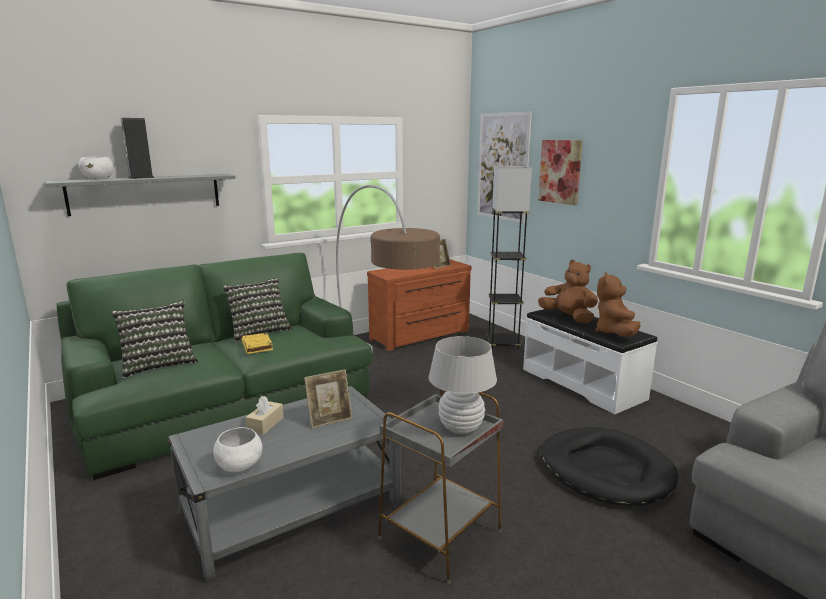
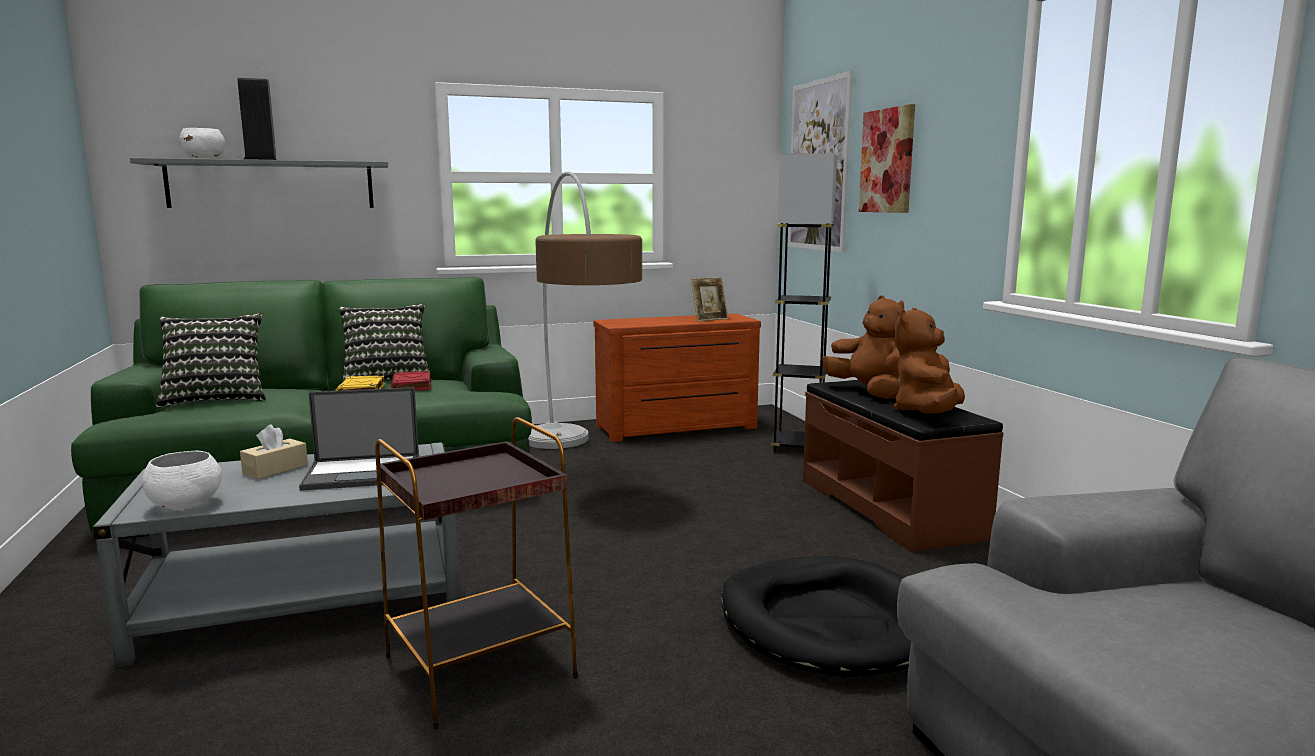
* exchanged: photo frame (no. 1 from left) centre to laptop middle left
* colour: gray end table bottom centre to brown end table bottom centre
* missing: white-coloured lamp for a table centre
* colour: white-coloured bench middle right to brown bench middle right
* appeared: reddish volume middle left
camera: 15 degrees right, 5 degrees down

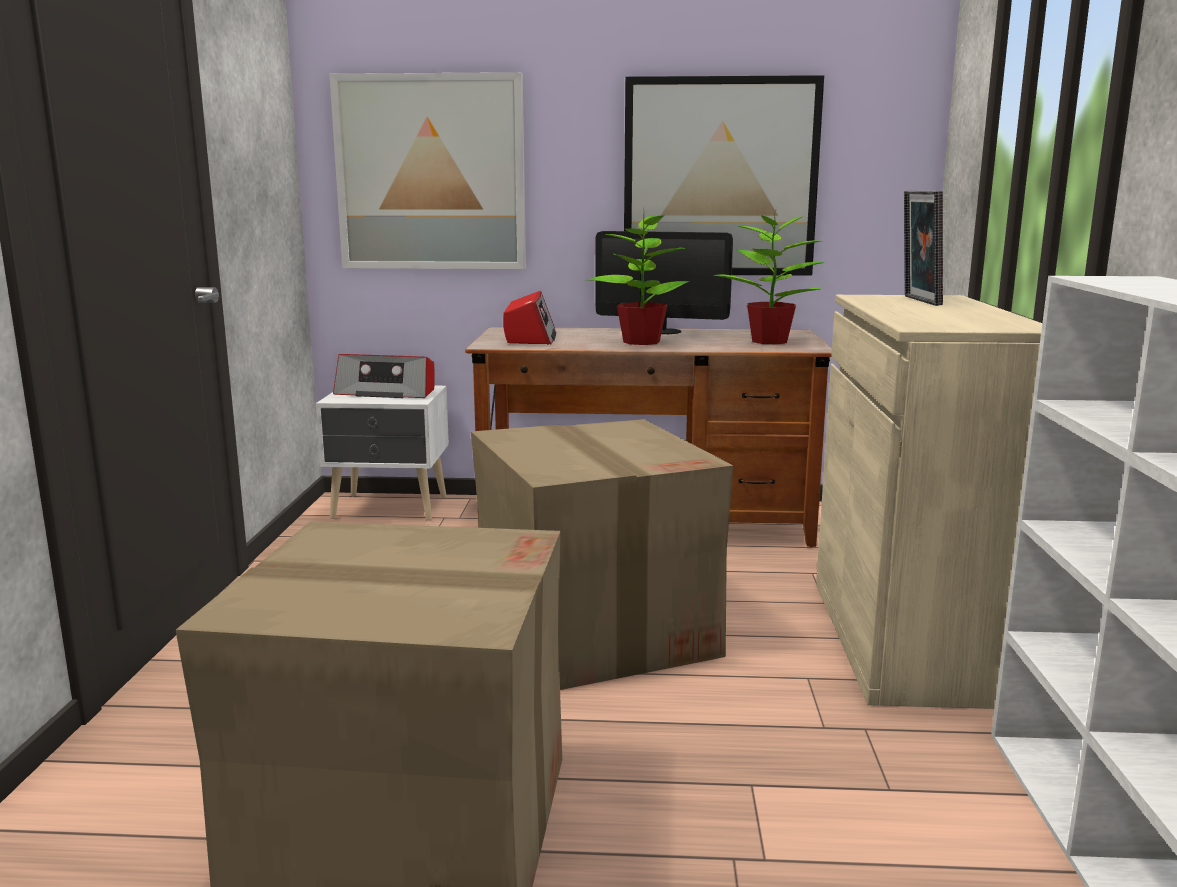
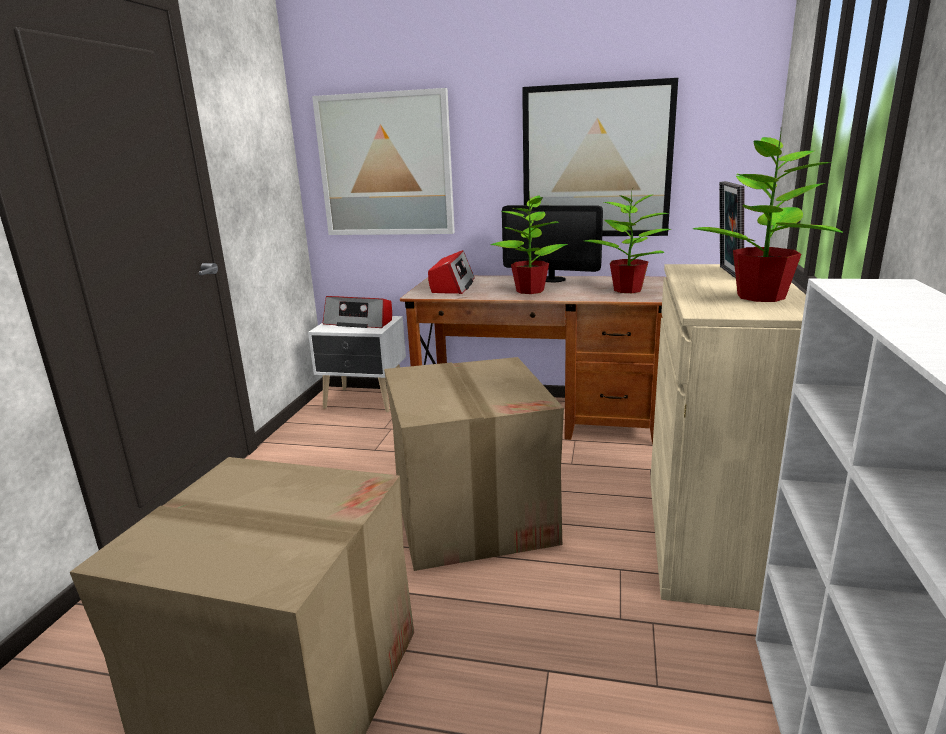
* appeared: plant in a pot (no. 3 from left) top right
camera: 10 degrees right, 5 degrees up

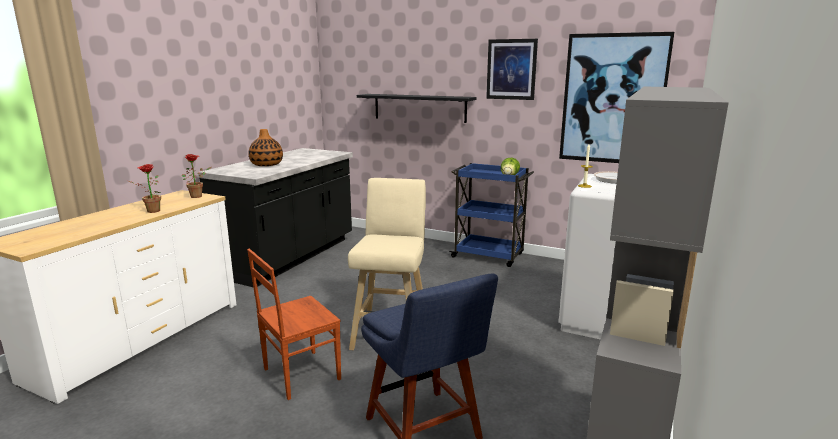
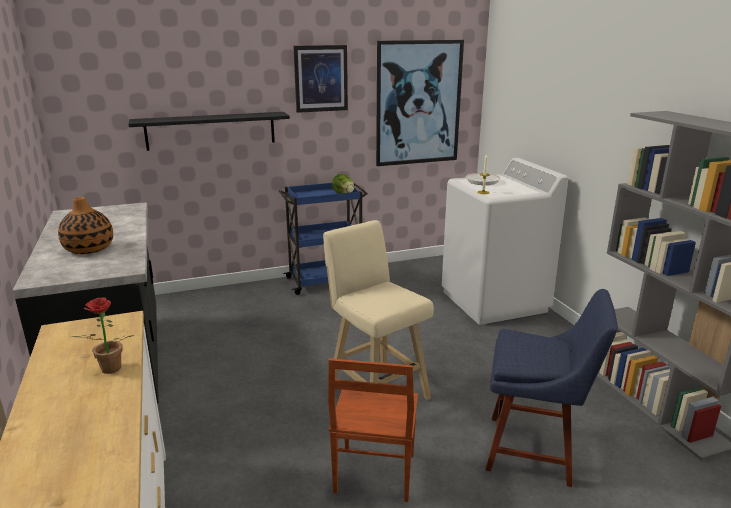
* missing: plant in a pot (no. 2 from left) middle left
camera: 45 degrees left, 5 degrees up

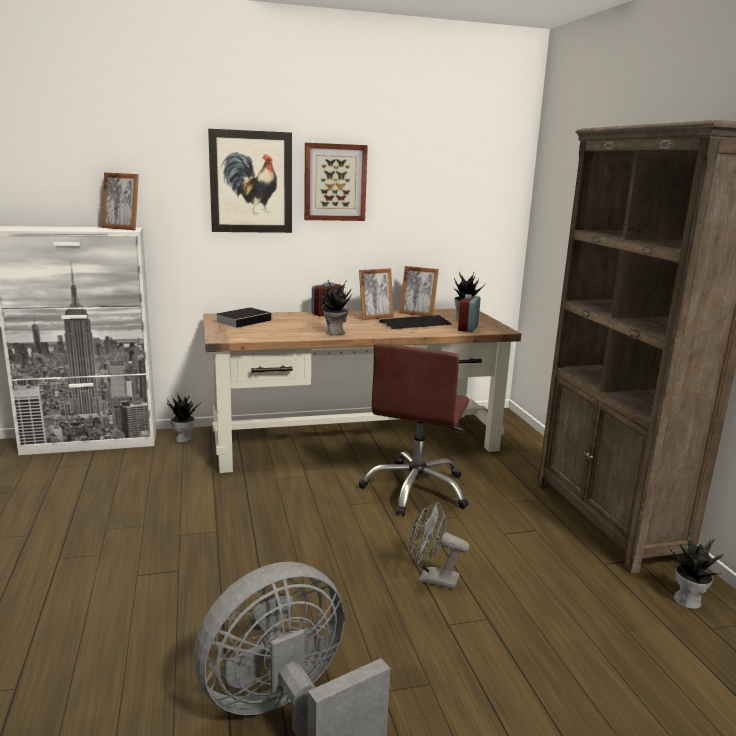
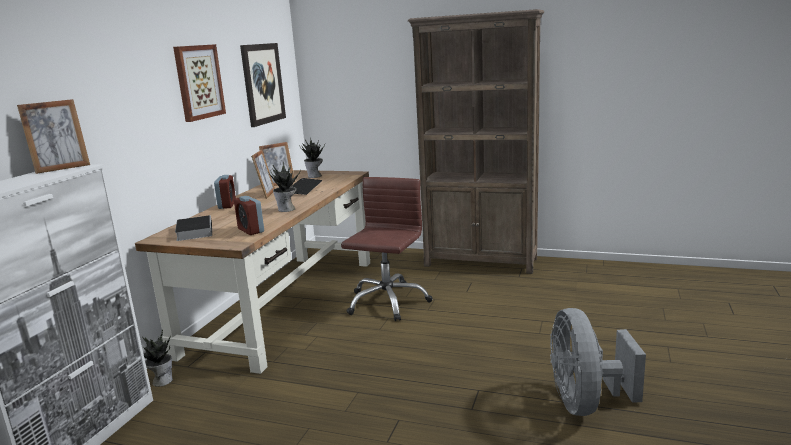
* relocated: wall art (no. 1 from left in the first image) top centre to wall art (no. 2 from left) top left
* spun: brown office chair centre = centre 120 degrees counterclockwise
* missing: gray cooling fan (no. 2 from left) bottom centre
* relocated: alarm clock (no. 2 from left) centre to middle left
* missing: plant in a pot (no. 4 from left) bottom right
camera: 55 degrees left, 0 degrees up

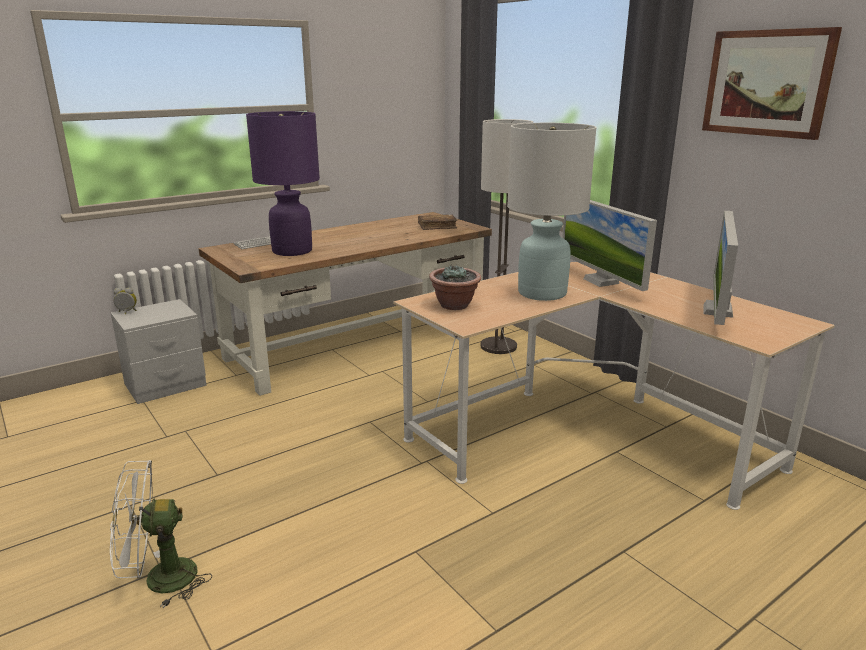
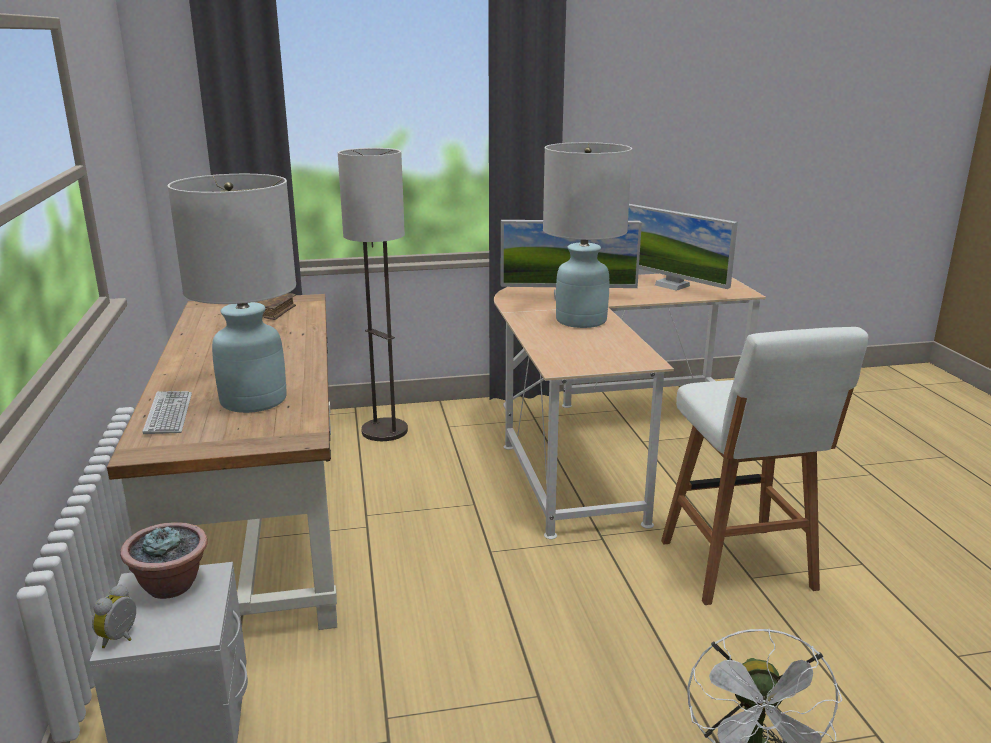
* colour: purplish lamp for a table top left to white-coloured lamp for a table (no. 1 from left) middle left
* relocated: plant in a pot centre to bottom left
* missing: wall art top right
* appeared: white-coloured stool seat middle right
camera: 65 degrees left, 0 degrees up

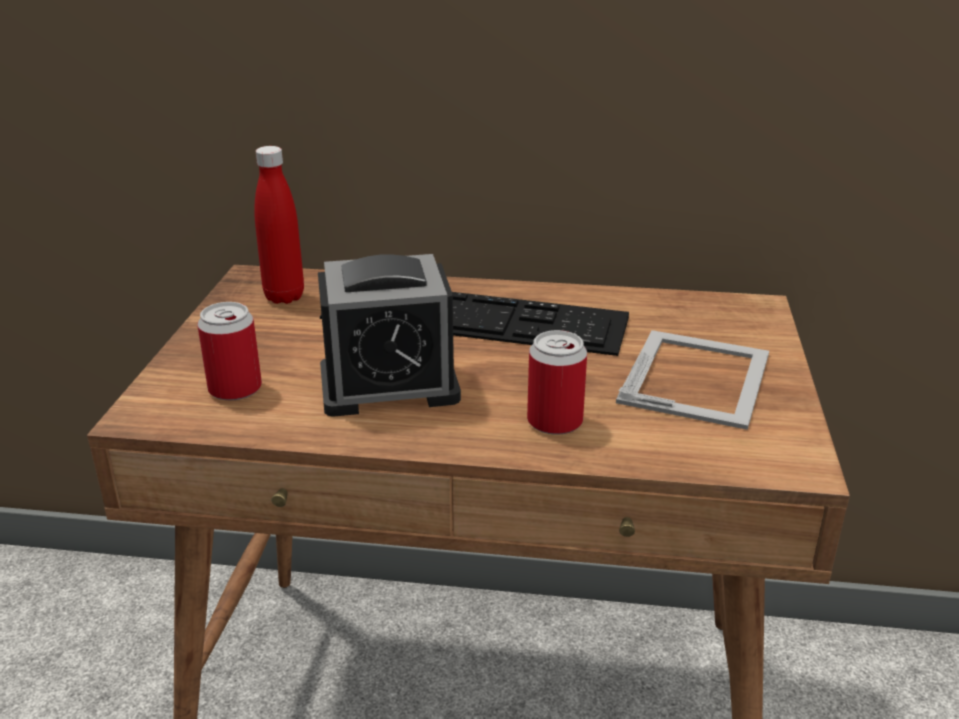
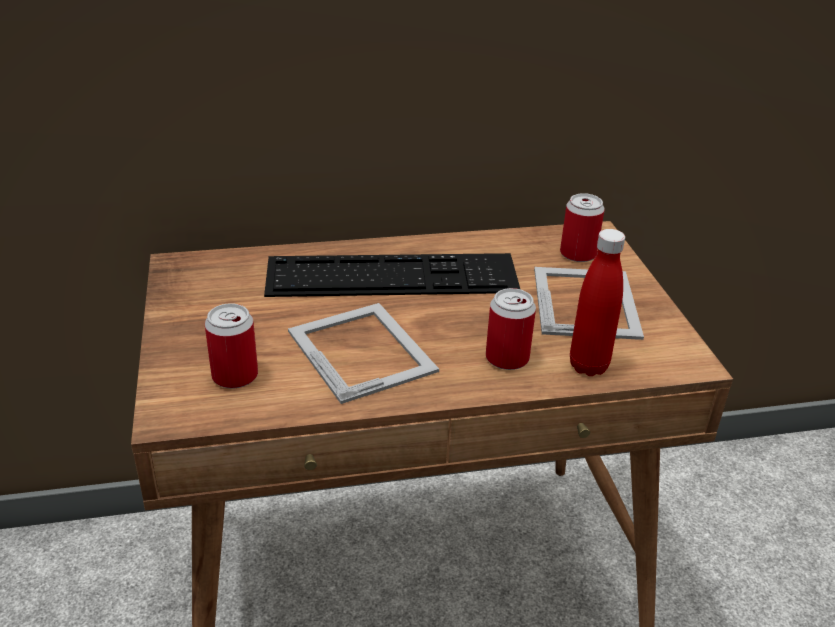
* relocated: reddish beverage bottle top left to middle right
* exchanged: alarm clock centre to photo frame (no. 1 from left) centre
* appeared: metal can (no. 3 from left) middle right
camera: 20 degrees left, 5 degrees up

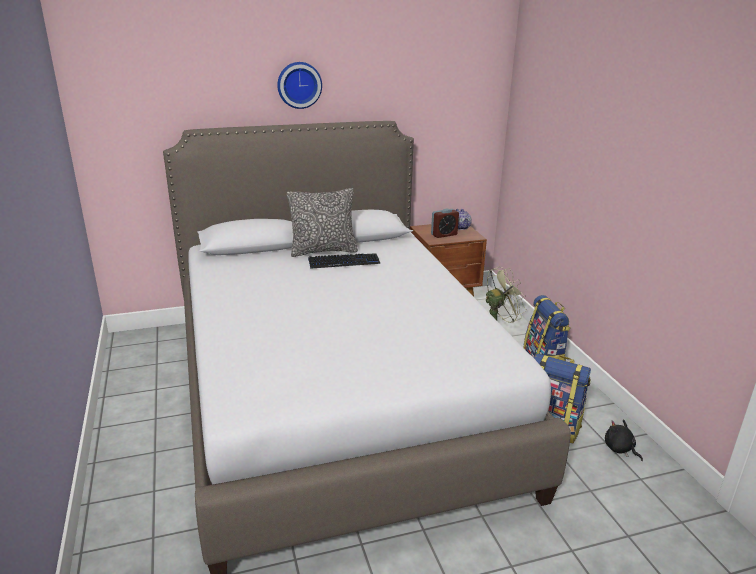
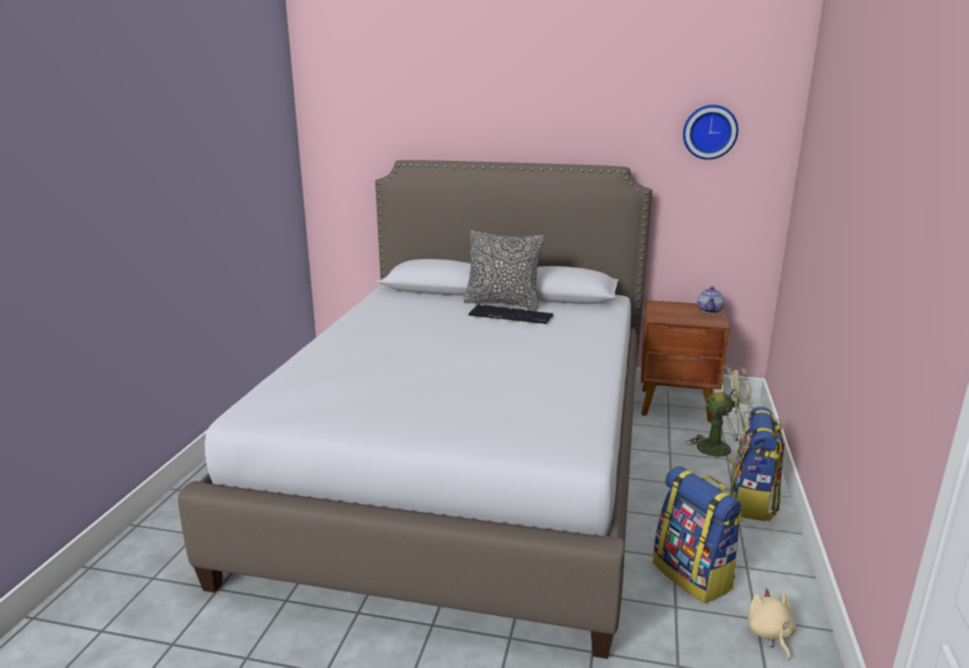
* relocated: wall clock top centre to top right
* missing: alarm clock centre
* colour: blackish plush toy bottom right to beige-coloured plush toy bottom right
camera: 30 degrees right, 5 degrees down

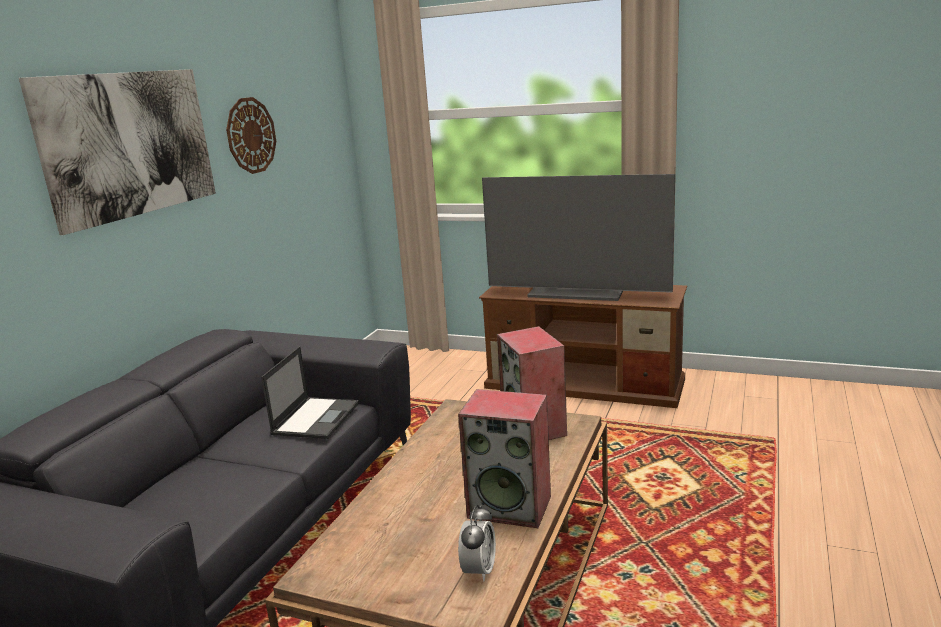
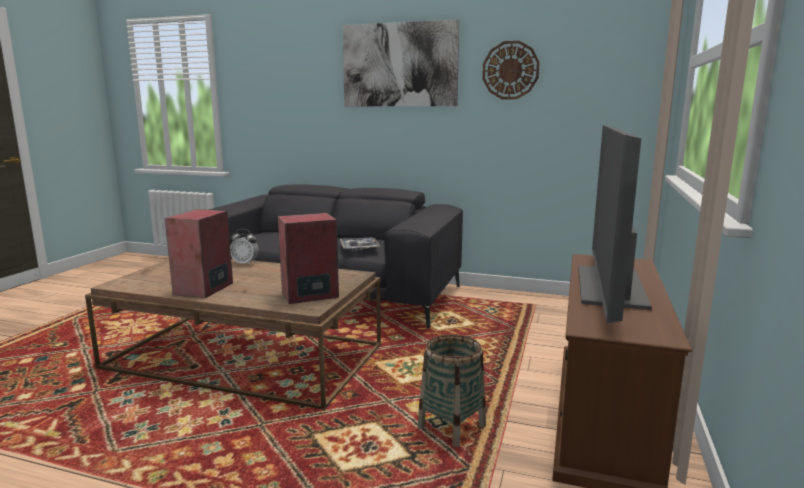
* exchanged: laptop middle left to carrying tray centre
* relocated: alarm clock bottom centre to middle left
* appeared: household basket bottom centre
camera: 85 degrees right, 5 degrees down

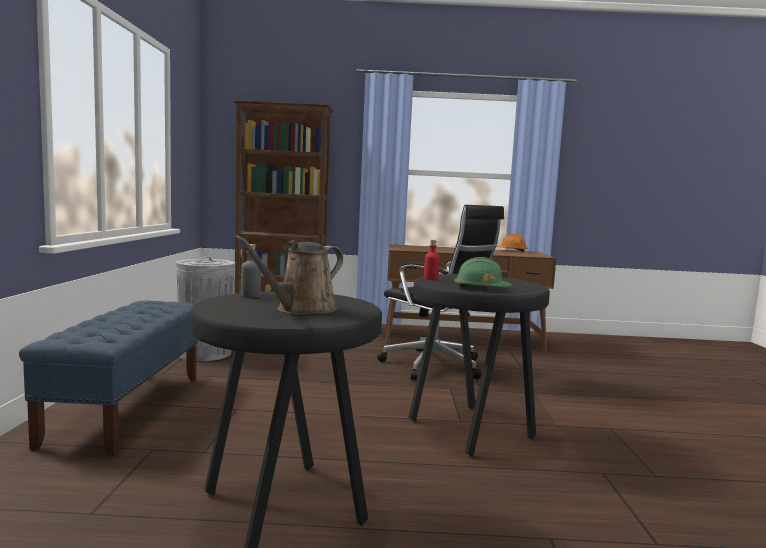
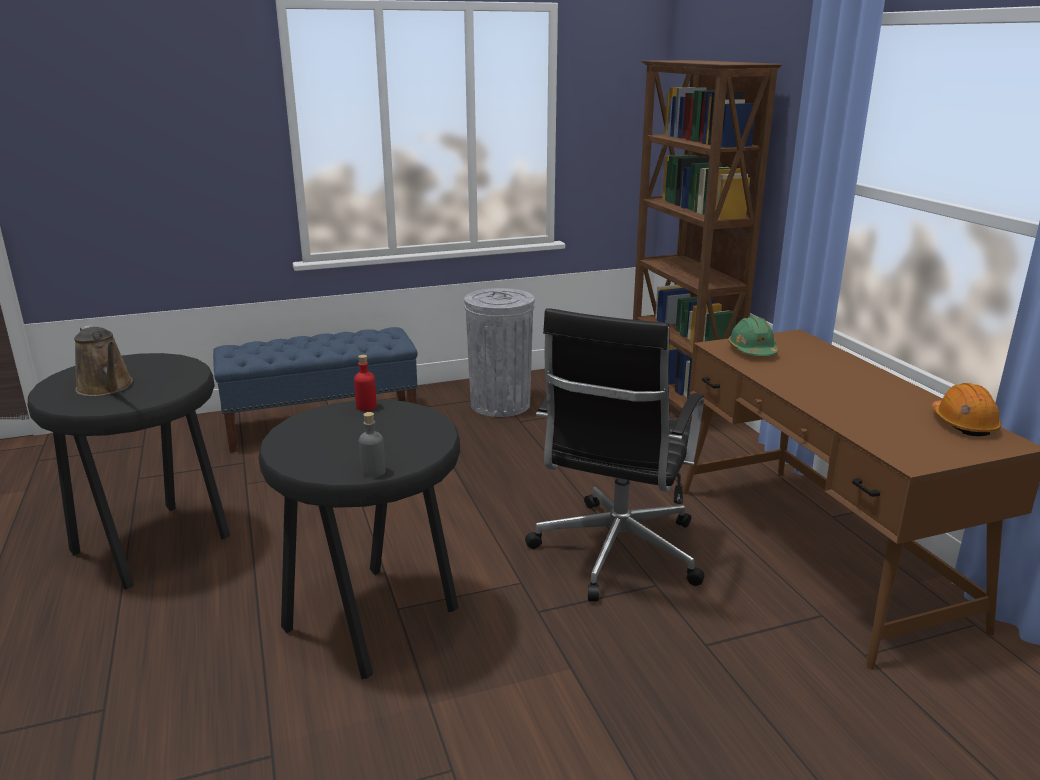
* spun: brown watering pot centre = middle left 150 degrees counterclockwise
* relocated: gray beverage bottle middle left to centre
* relocated: green work helmet centre to middle right
camera: 70 degrees right, 15 degrees up

